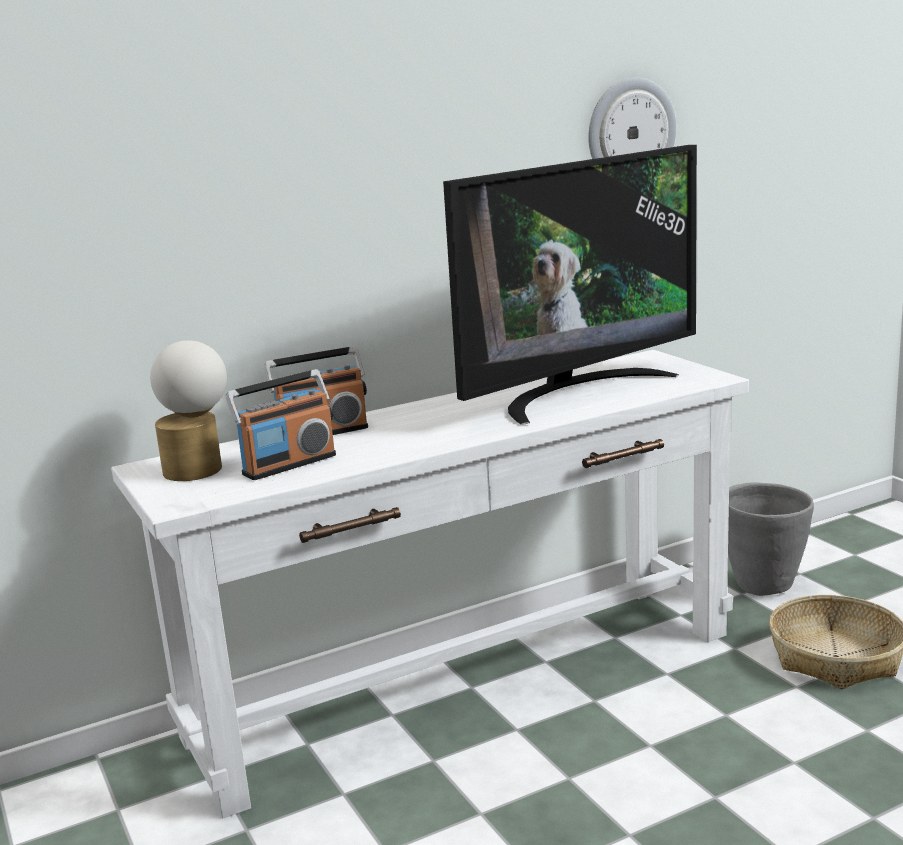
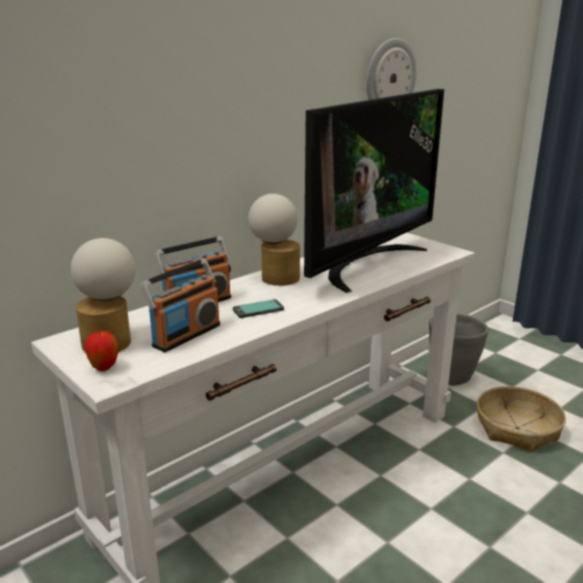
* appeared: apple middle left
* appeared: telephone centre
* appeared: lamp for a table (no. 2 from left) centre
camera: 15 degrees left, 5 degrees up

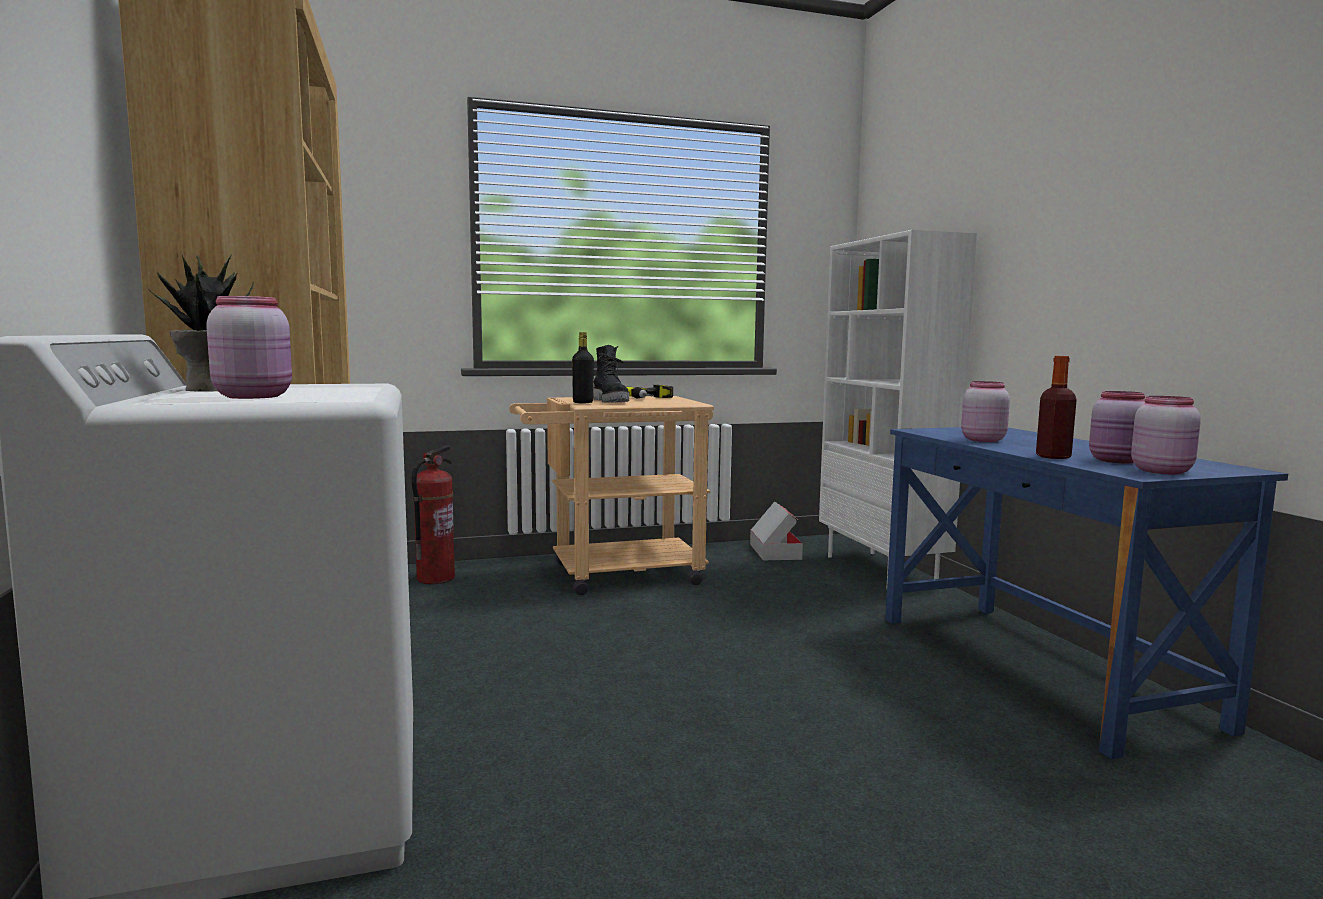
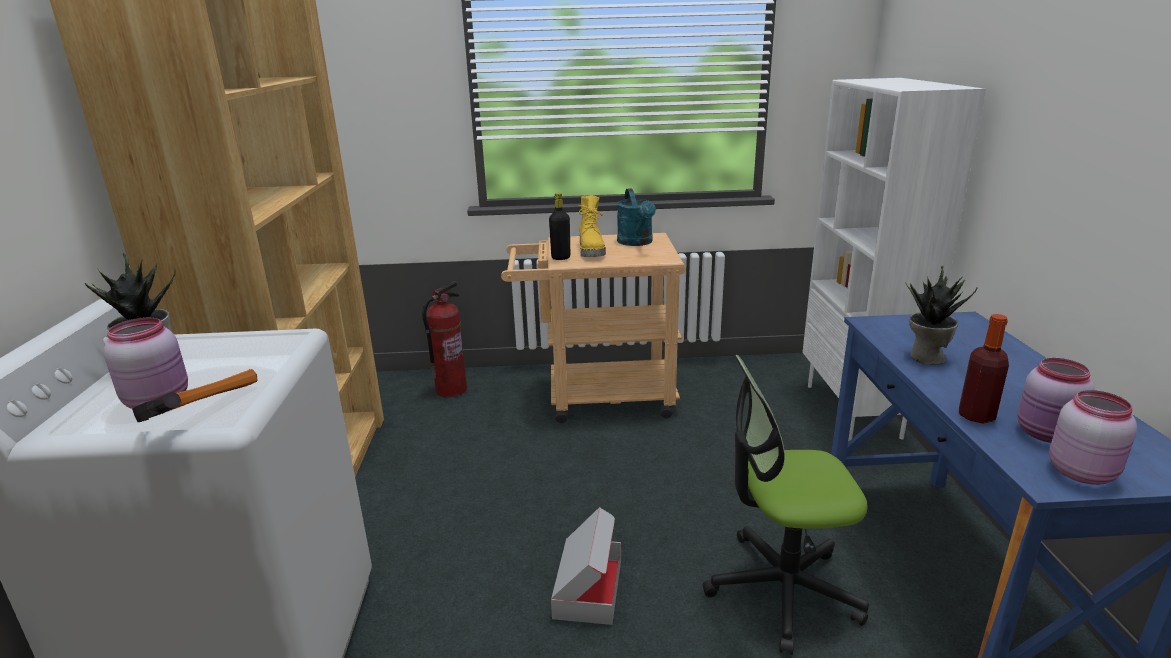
* colour: blackish boot centre to yellowish boot centre
* exchanged: drill centre to turquoise watering pot top centre
* relocated: packing box centre to bottom centre
* exchanged: pinkish jar (no. 2 from left) middle right to plant in a pot (no. 2 from left) middle right
* appeared: hand hammer middle left
* appeared: office chair bottom right
camera: 15 degrees right, 15 degrees up

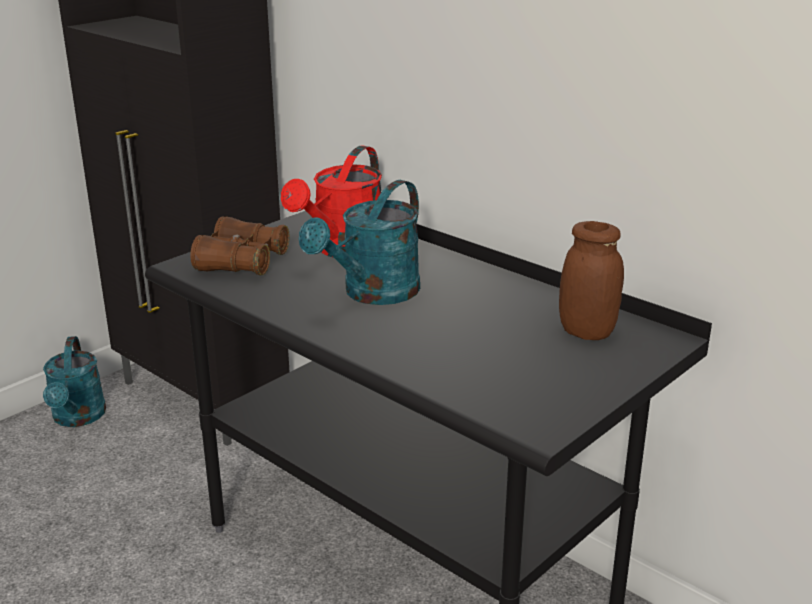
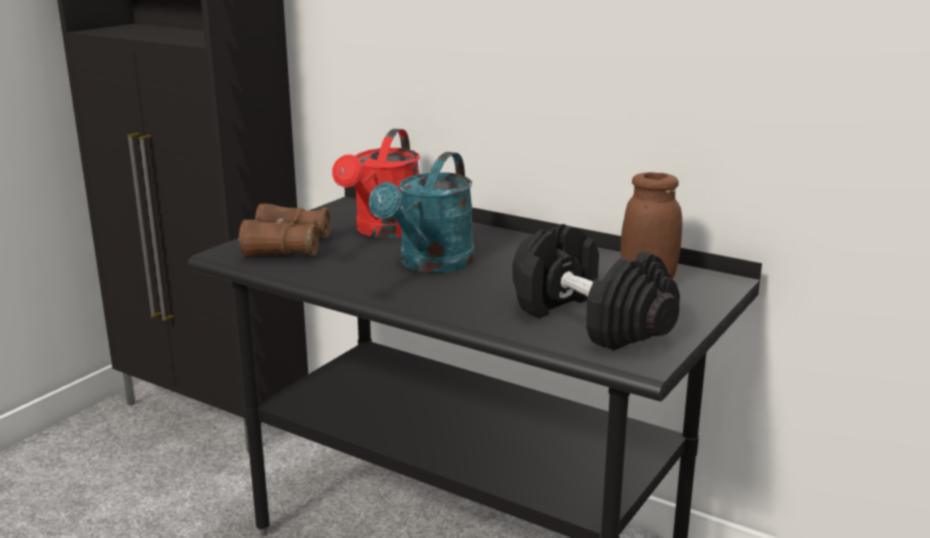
* missing: turquoise watering pot (no. 1 from left) middle left
* appeared: blackish free weight centre
camera: 10 degrees left, 5 degrees down

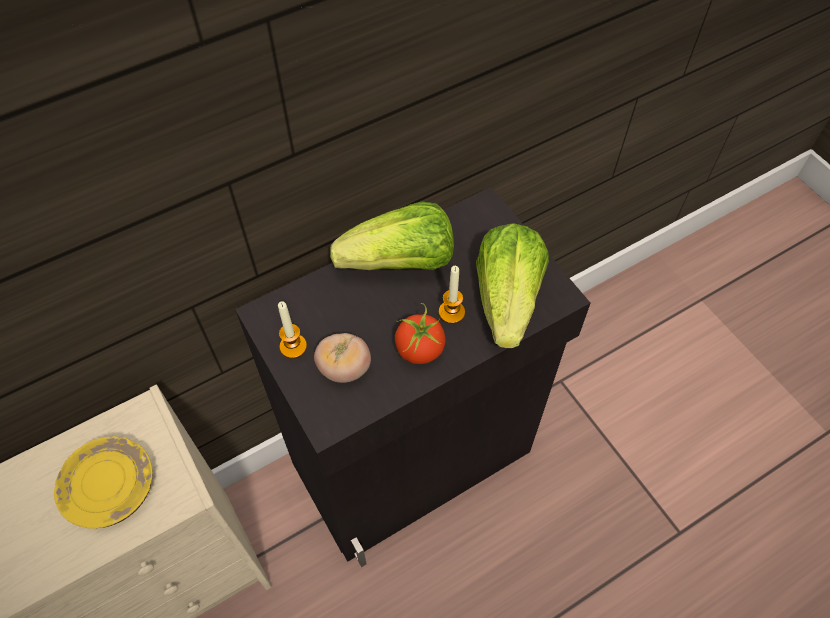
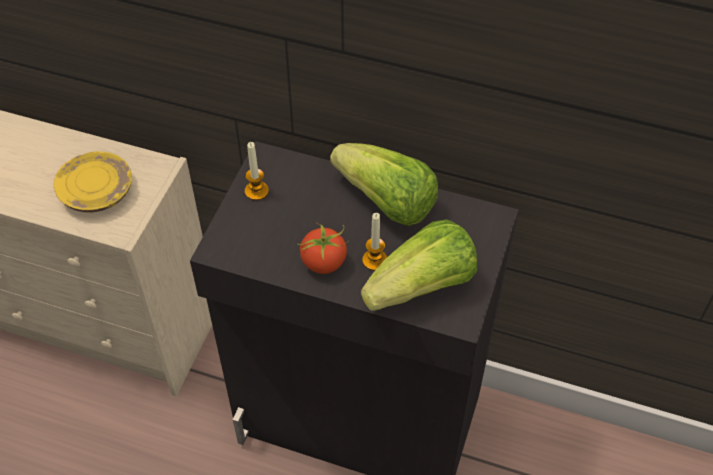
* missing: tomato (no. 1 from left) centre
camera: 50 degrees right, 5 degrees down

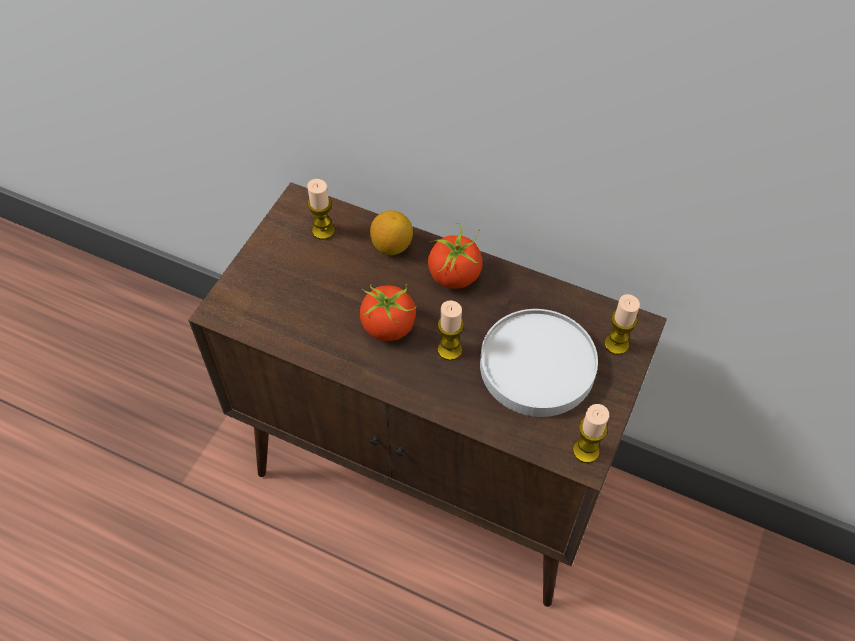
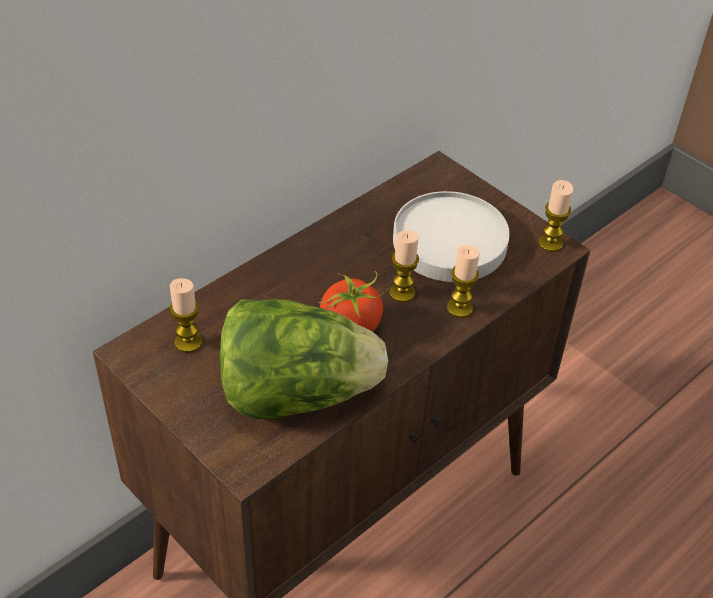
* missing: citrus fruit centre
* missing: tomato (no. 2 from left) centre
* relocated: wax light (no. 4 from left in the first image) middle right to wax light (no. 3 from left) centre
* appeared: lettuce centre
camera: 70 degrees left, 10 degrees down

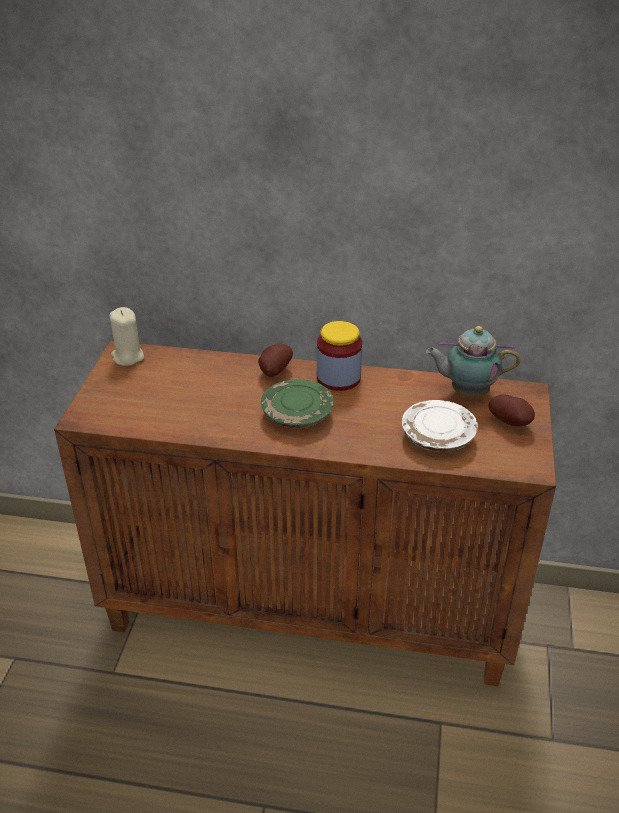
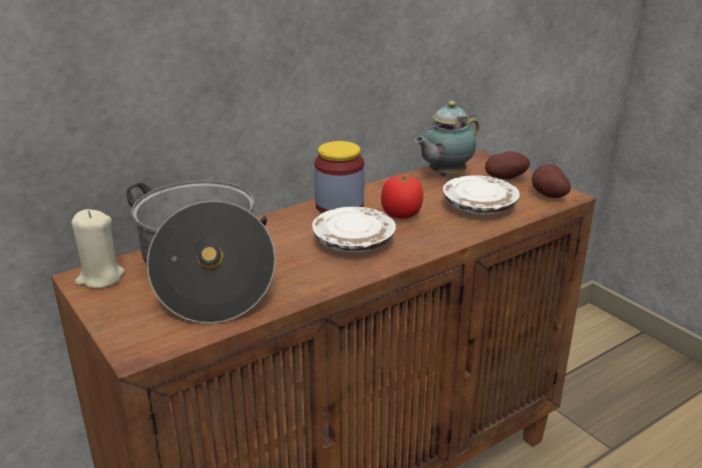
* relocated: whole potato (no. 1 from left in the first image) centre to whole potato (no. 2 from left) middle right
* colour: green flat dish centre to white-coloured flat dish (no. 1 from left) centre
* appeared: stockpot middle left
* appeared: tomato centre
camera: 45 degrees left, 10 degrees down

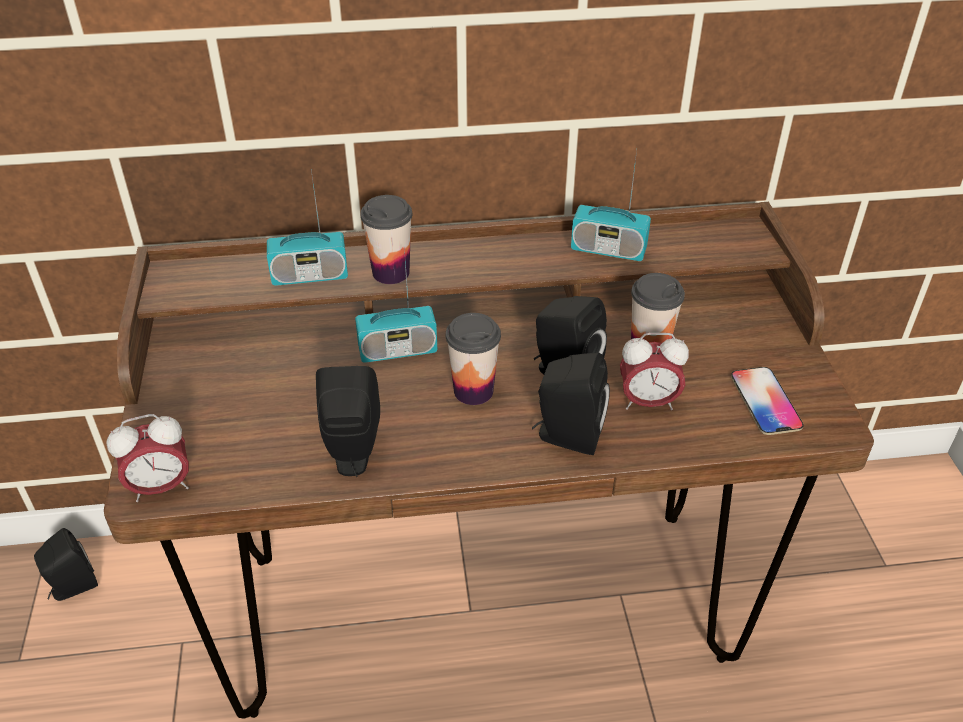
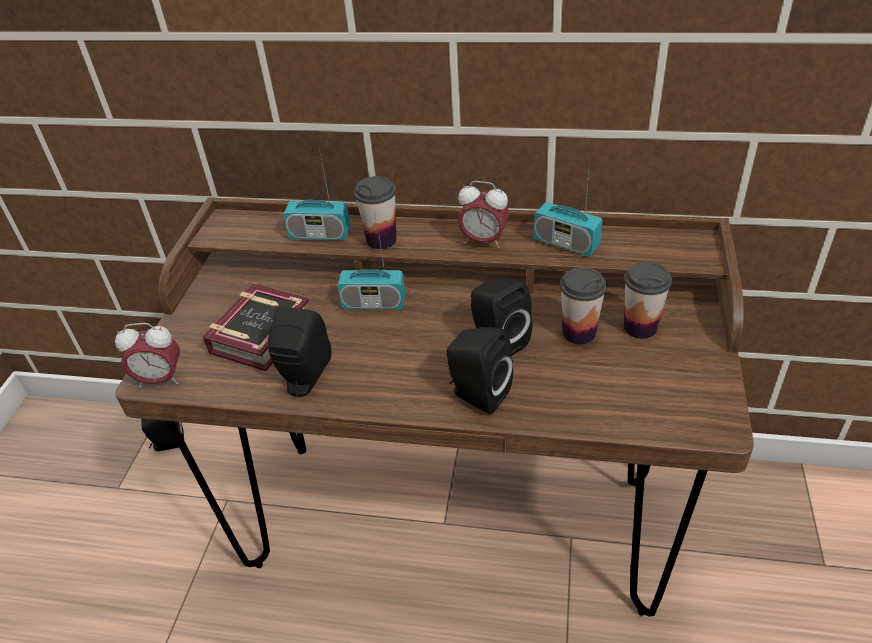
* relocated: drinking cup (no. 2 from left in the first image) centre to drinking cup (no. 3 from left) middle right
* relocated: alarm clock (no. 2 from left) middle right to centre
* missing: telephone middle right
* appeared: volume middle left
camera: 20 degrees right, 0 degrees up

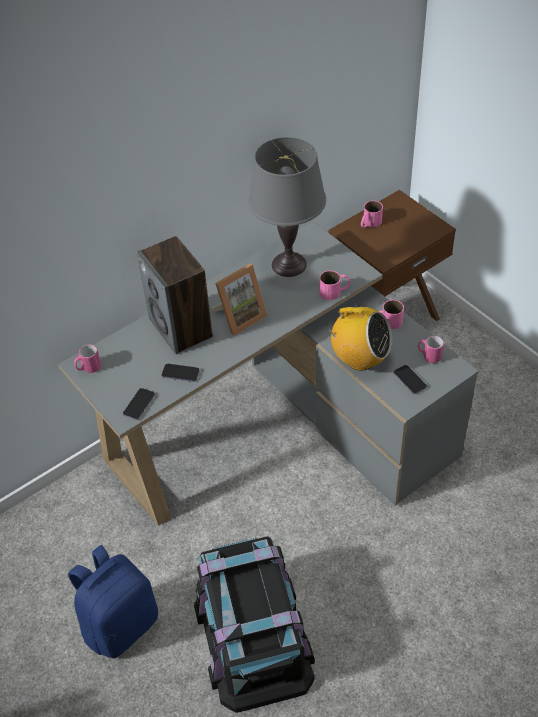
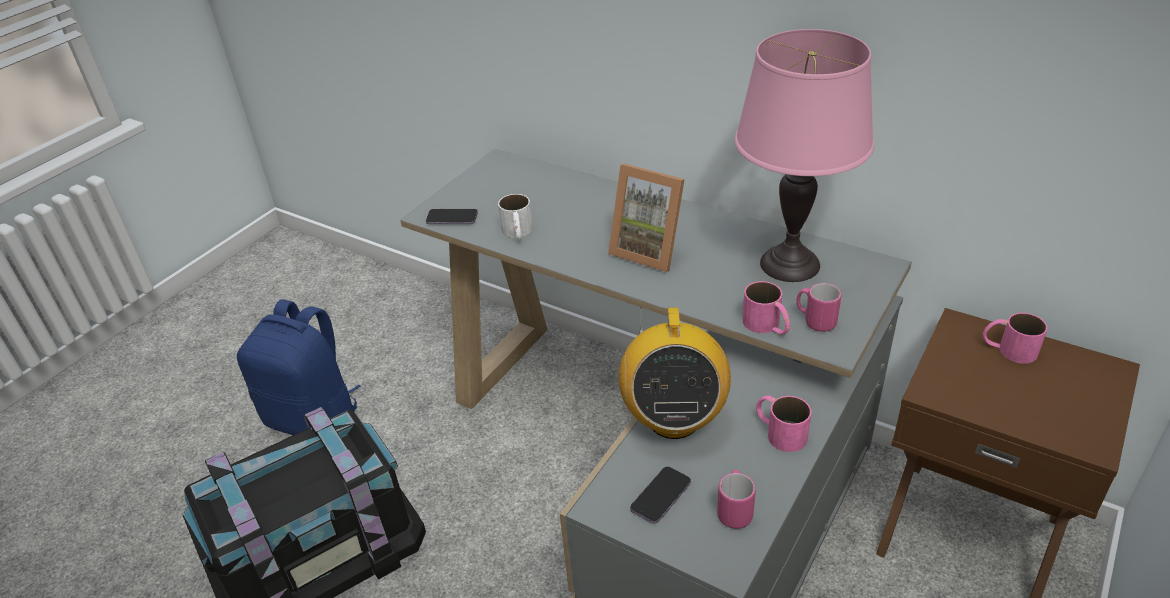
* relocated: pinkish mug (no. 1 from left in the first image) middle left to pinkish mug (no. 4 from left) middle right
* missing: audio speaker middle left
* exchanged: telephone (no. 2 from left) centre to white-coloured mug centre
* colour: gray lamp for a table top centre to pinkish lamp for a table top right
camera: 70 degrees right, 10 degrees down

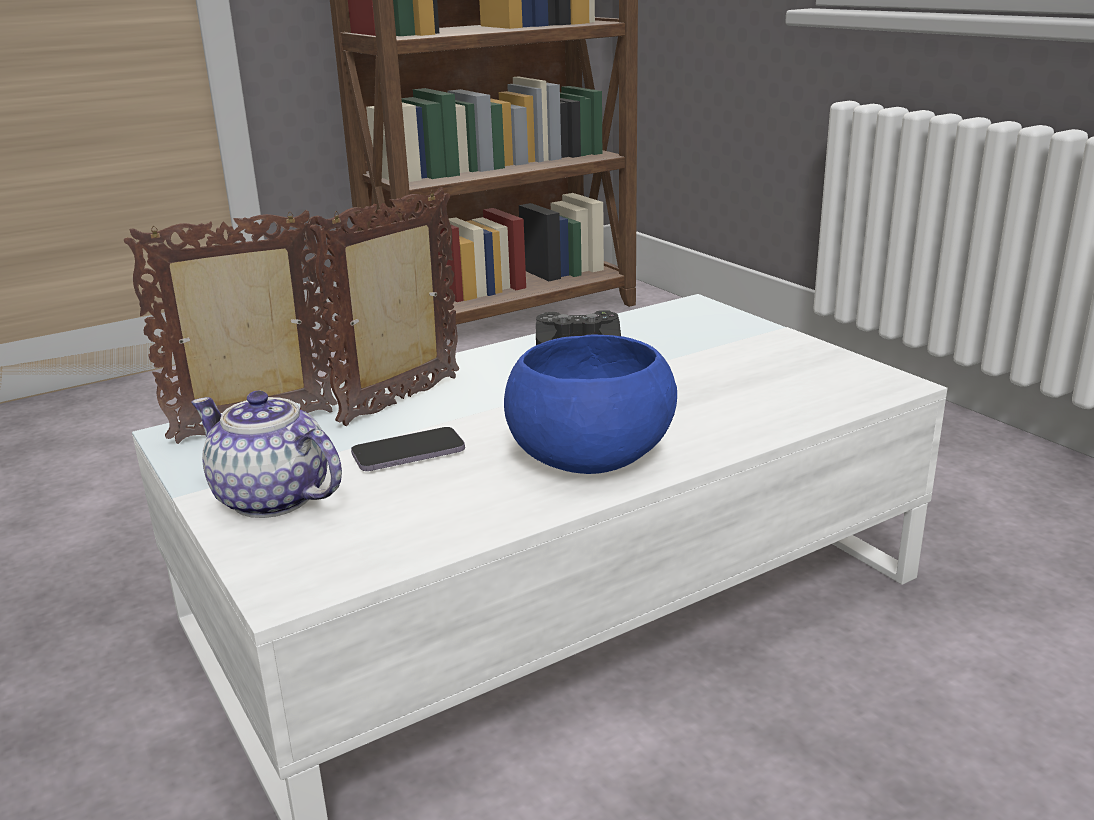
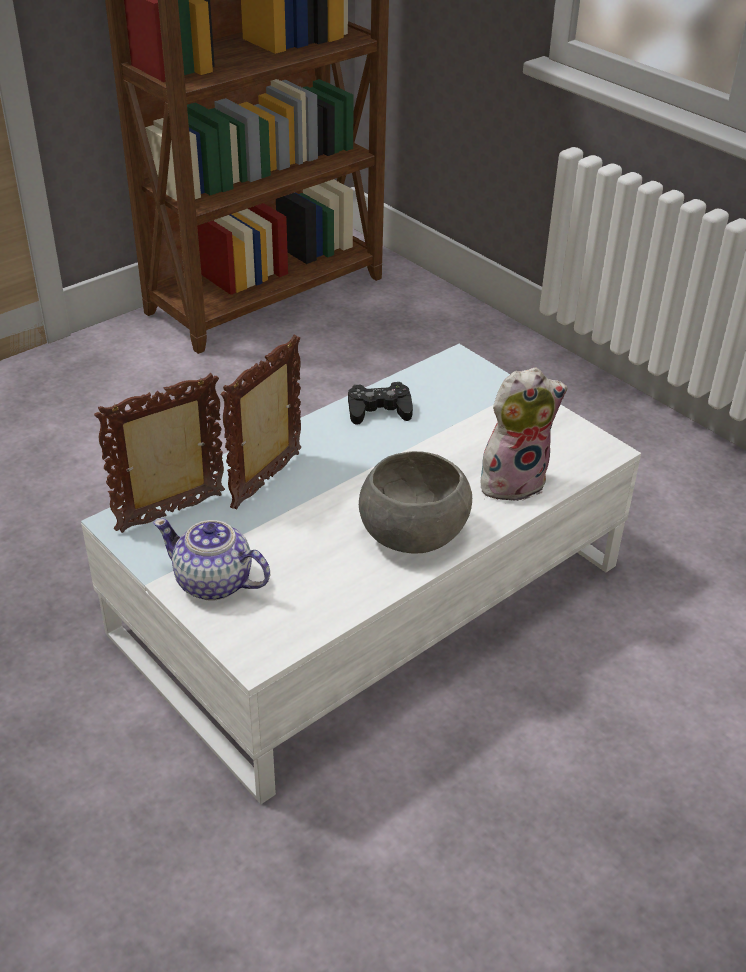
* missing: telephone centre
* colour: bluish serving bowl centre to gray serving bowl centre
* appeared: plush toy middle right
camera: 10 degrees left, 15 degrees up

